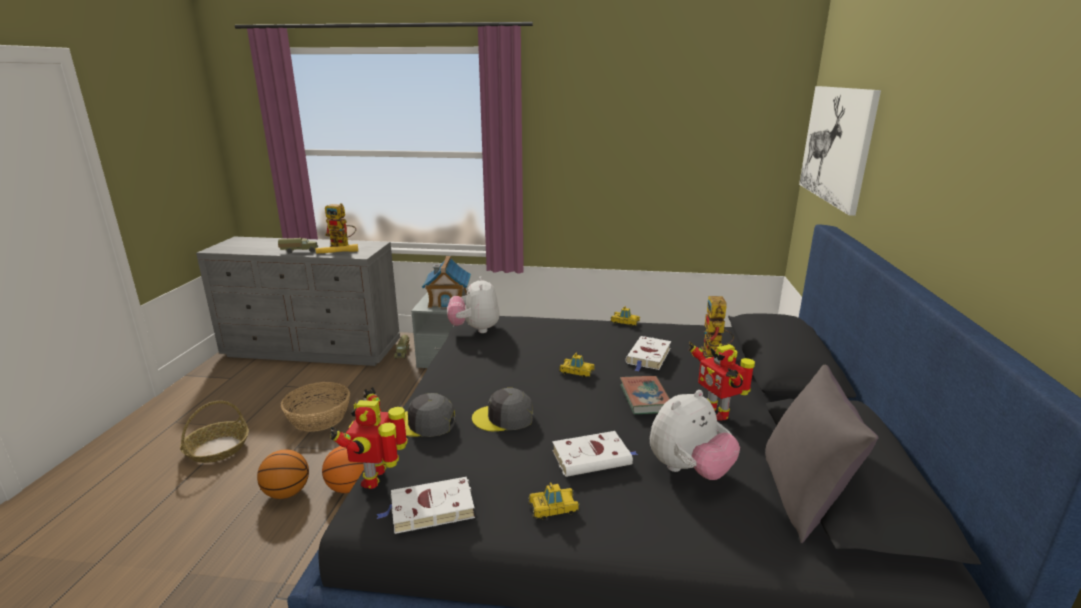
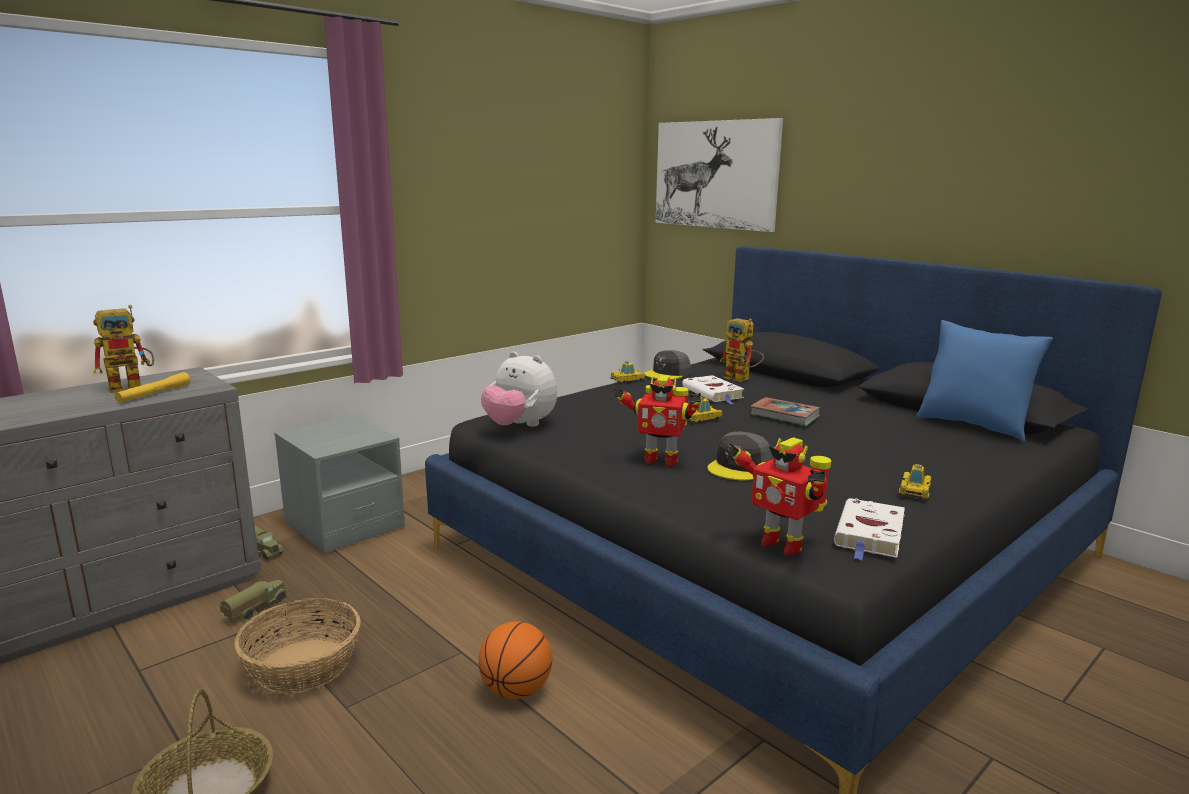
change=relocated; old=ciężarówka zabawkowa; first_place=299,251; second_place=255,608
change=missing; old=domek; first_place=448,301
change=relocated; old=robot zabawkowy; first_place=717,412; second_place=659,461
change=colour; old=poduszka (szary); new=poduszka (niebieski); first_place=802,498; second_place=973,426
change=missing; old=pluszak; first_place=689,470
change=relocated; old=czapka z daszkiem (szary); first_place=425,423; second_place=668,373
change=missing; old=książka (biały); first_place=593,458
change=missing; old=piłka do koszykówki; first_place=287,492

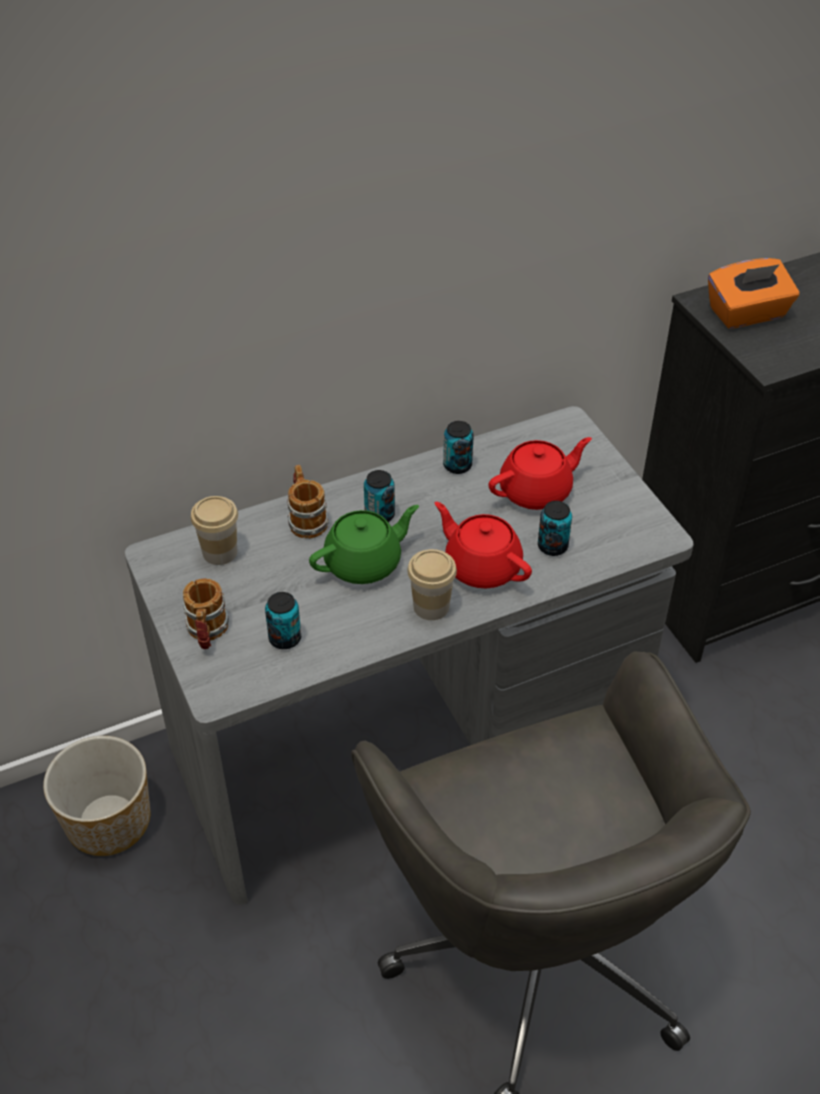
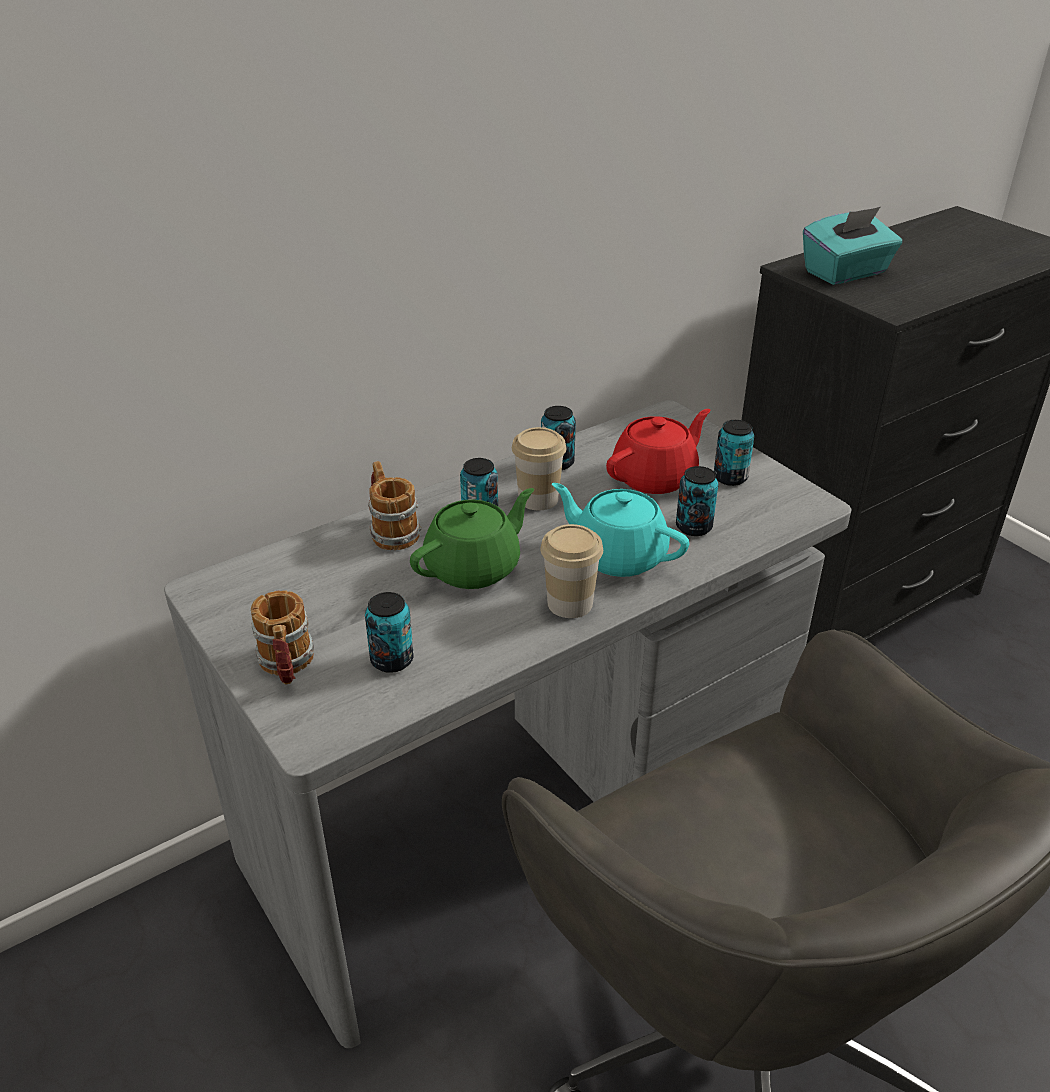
change=colour; old=pudełko chusteczek (pomarańczowy); new=pudełko chusteczek (turkusowy); first_place=747,314; second_place=846,273
change=relocated; old=filiżanka; first_place=220,552; second_place=538,499
change=colour; old=imbryk (czerwony); new=imbryk (turkusowy); first_place=481,566; second_place=617,555
change=missing; old=donica; first_place=108,820
change=appeared; new=puszka; second_place=730,477

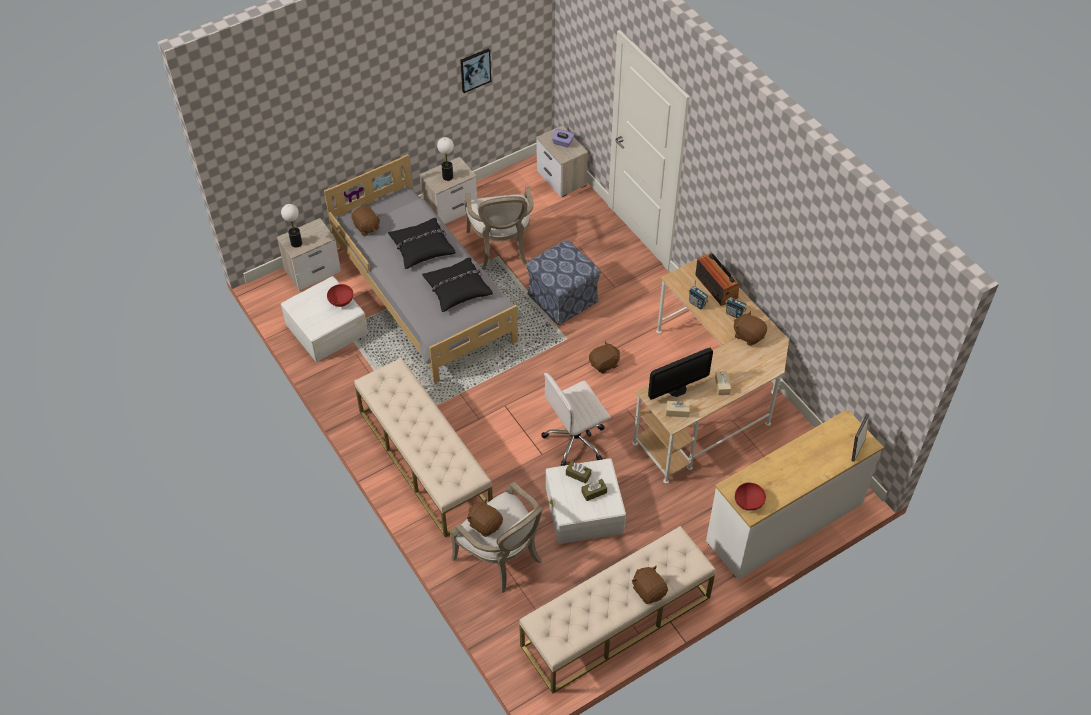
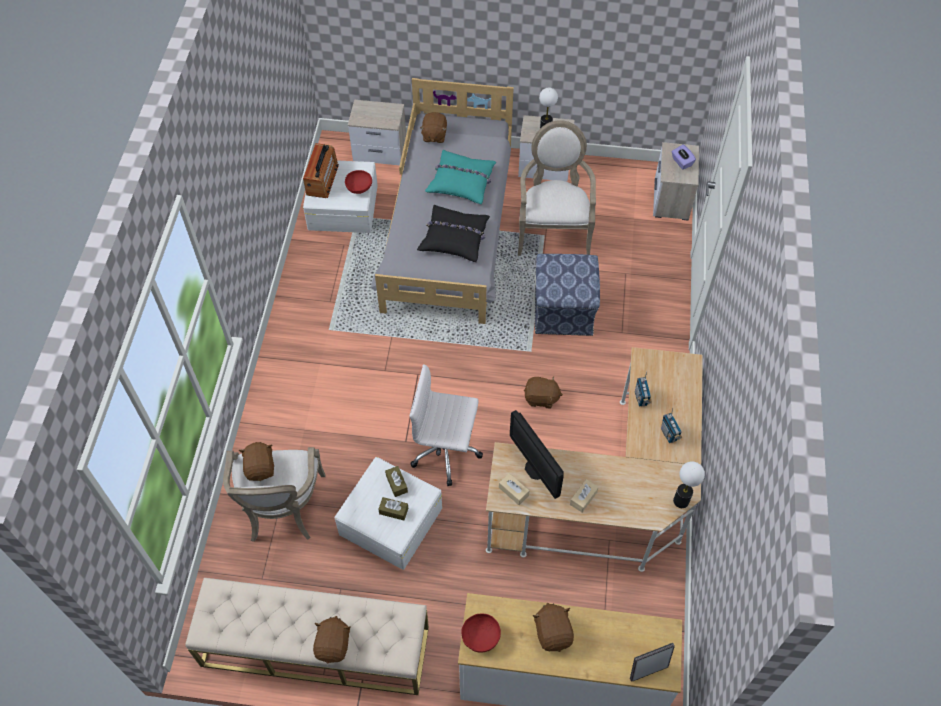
change=missing; old=obraz; first_place=475,70
change=spun; old=fotel; first_place=501,249; second_place=553,230; degrees=150
change=relocated; old=lampa stołowa; first_place=296,243; second_place=680,501
change=colour; old=poduszka (czarny); new=poduszka (turkusowy); first_place=422,247; second_place=461,182
change=relocated; old=radio; first_place=716,286; second_place=322,179
change=relocated; old=pluszak (brązowy); first_place=748,335; second_place=553,632
change=spun; old=monitor; first_place=677,389; second_place=535,469; degrees=45
change=missing; old=ławka (beżowy); first_place=424,460

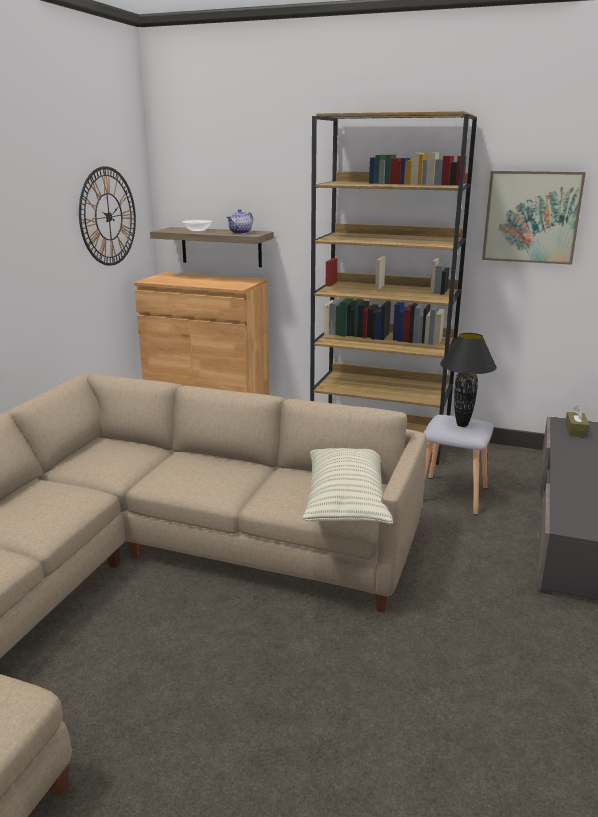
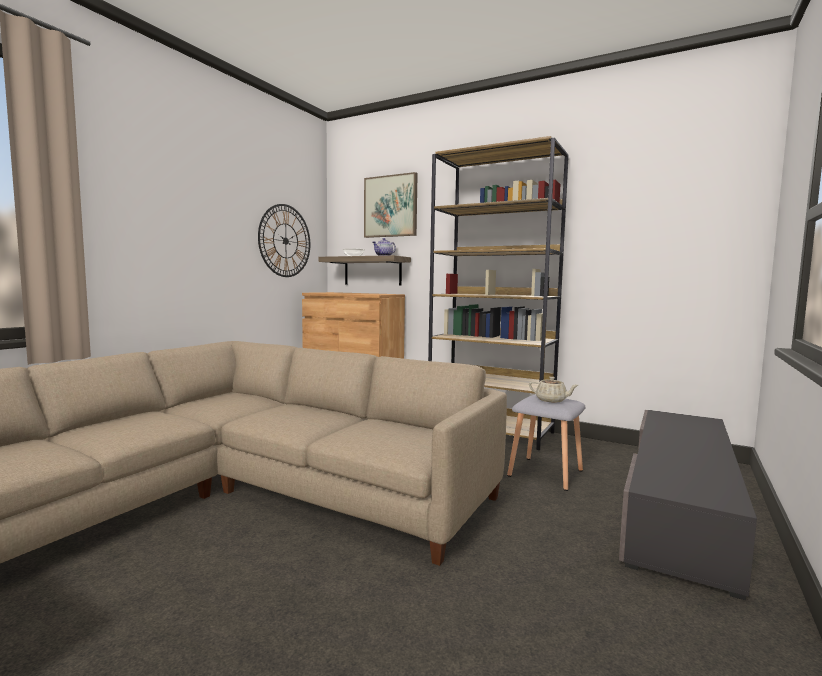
change=relocated; old=obraz; first_place=531,217; second_place=391,206
change=exchanged; old=lampa stołowa (czarny); new=imbryk (beżowy); first_place=461,425; second_place=551,400
change=missing; old=pudełko chusteczek (brązowy); first_place=575,430
change=missing; old=poduszka; first_place=346,501

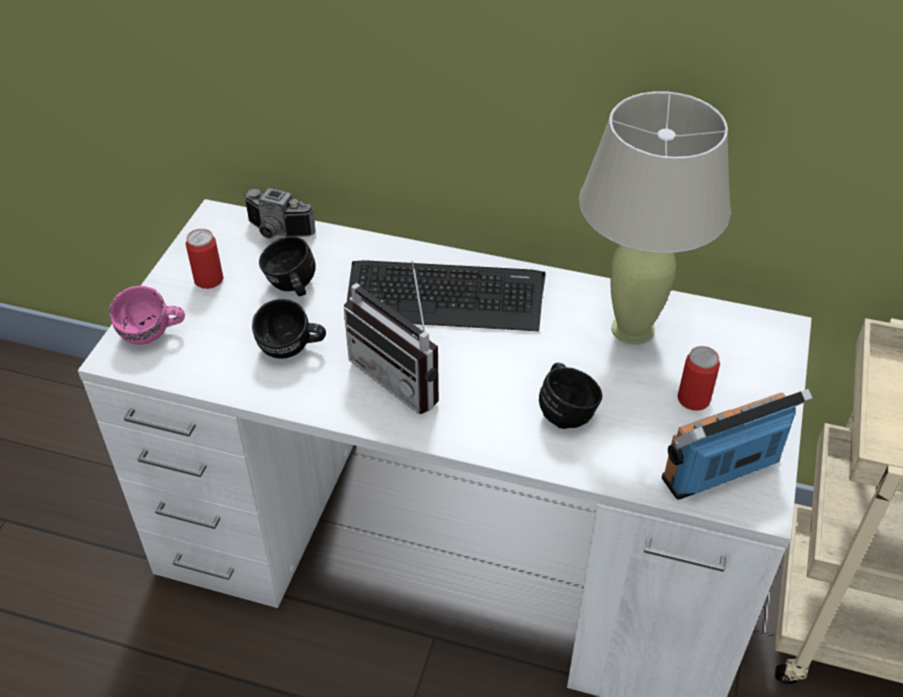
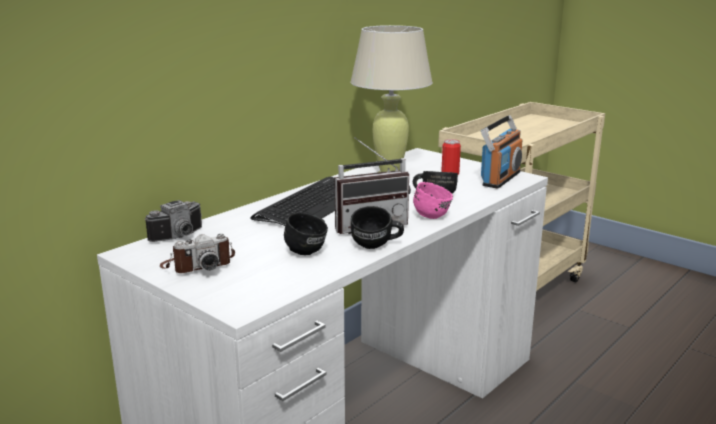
change=exchanged; old=puszka; new=aparat fotograficzny; first_place=209,280; second_place=198,265
change=relocated; old=kubek (czarny); first_place=291,288; second_place=376,246
change=relocated; old=kubek (różowy); first_place=153,336; second_place=434,214
change=spun; old=radio; first_place=722,471; second_place=500,178; degrees=-150

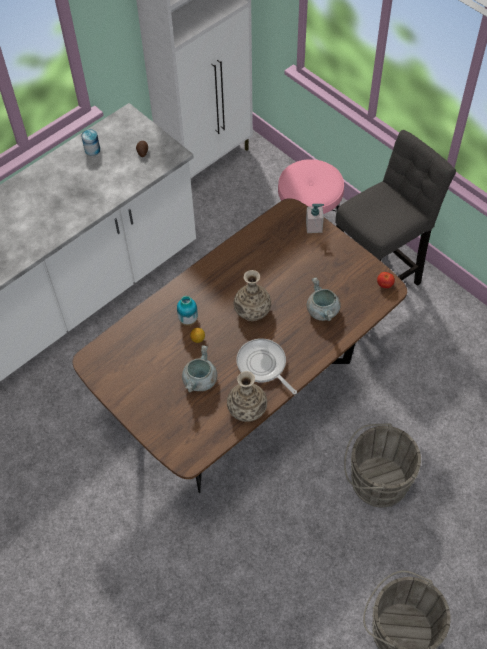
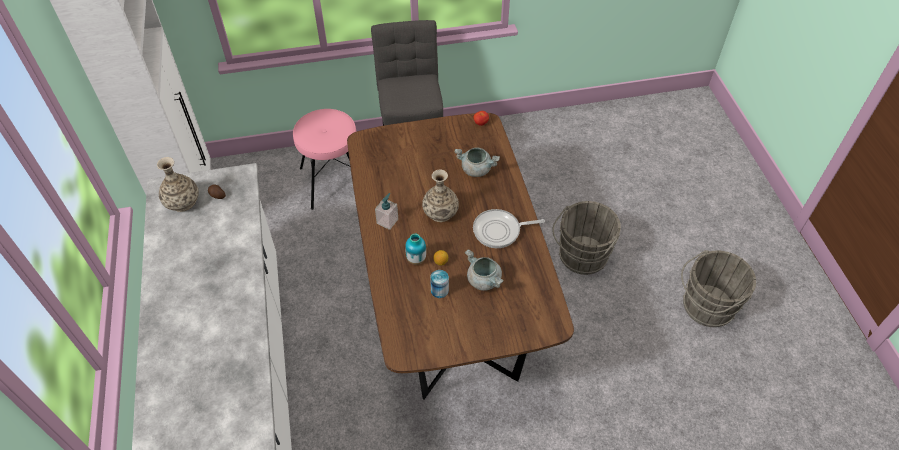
change=relocated; old=puszka; first_place=92,150; second_place=439,290
change=relocated; old=dozownik mydła; first_place=314,227; second_place=387,221
change=relocated; old=wazon; first_place=247,409; second_place=182,201

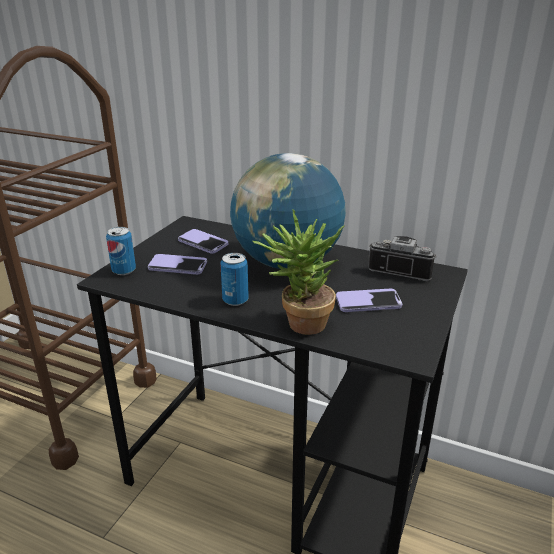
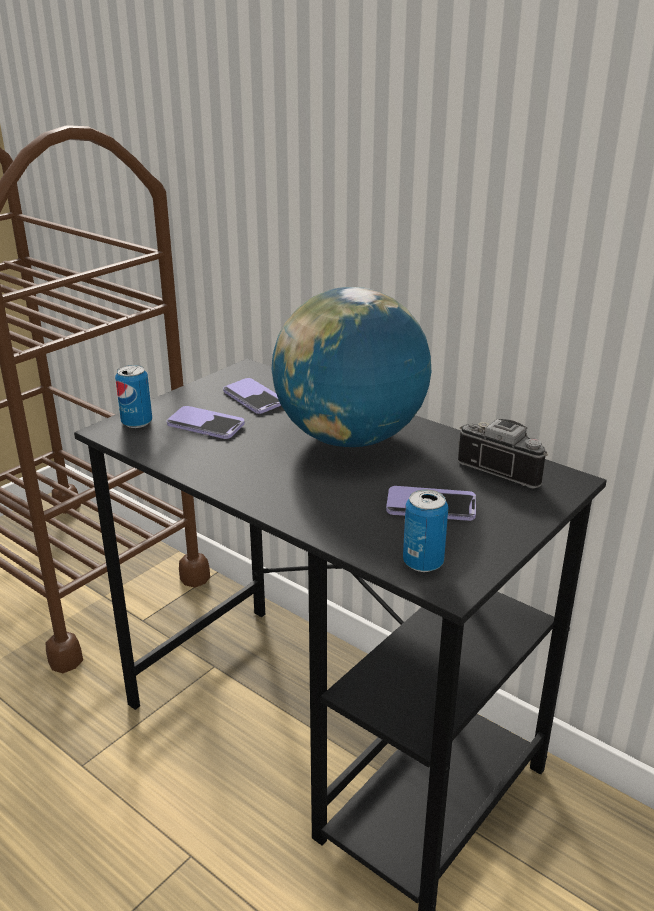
change=missing; old=roślina doniczkowa; first_place=299,324
change=relocated; old=puszka; first_place=235,300; second_place=423,562

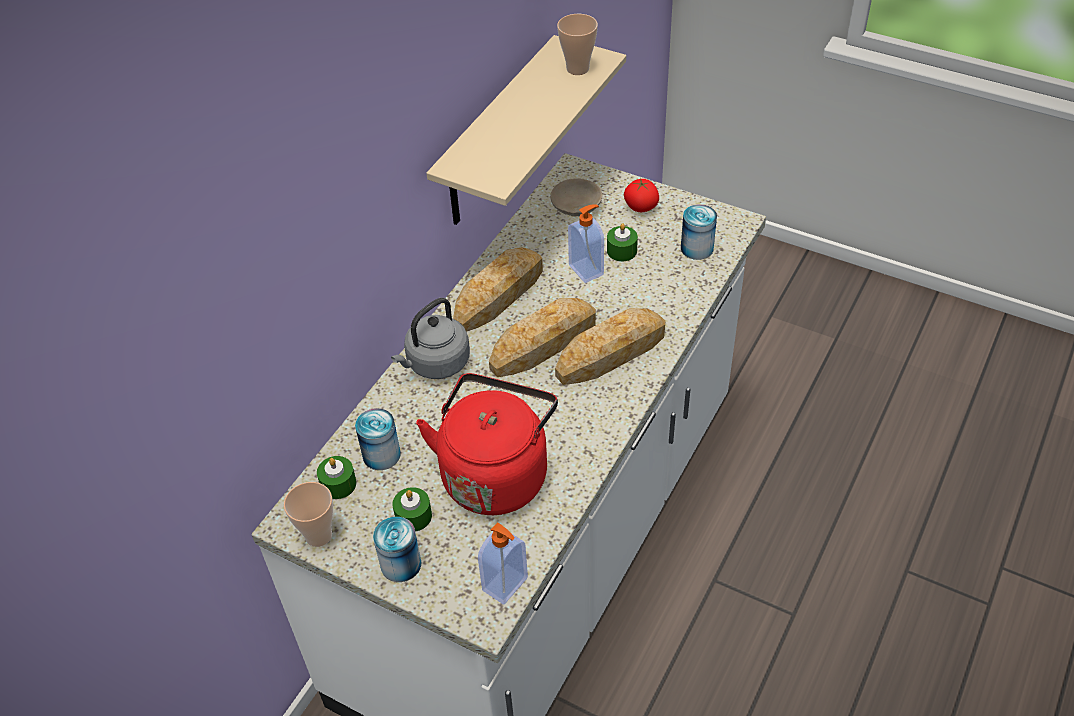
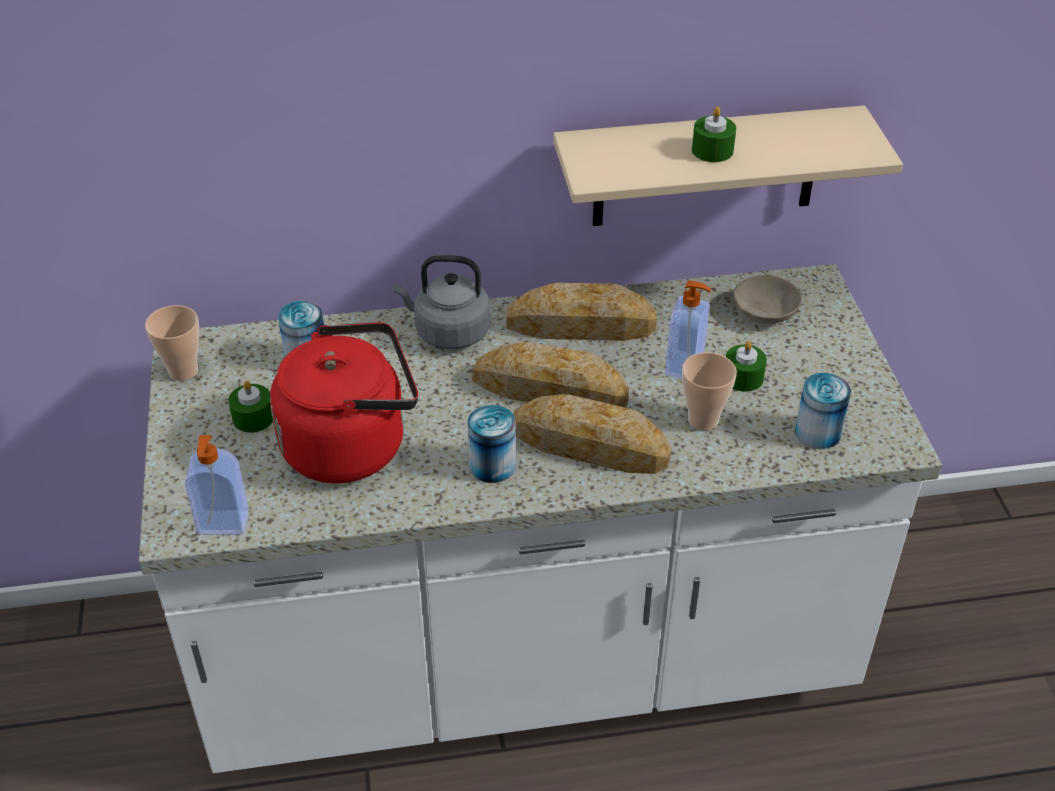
change=relocated; old=filiżanka; first_place=577,69; second_place=703,420
change=missing; old=pomidor; first_place=641,207
change=relocated; old=świeca (zielony); first_place=338,484; second_place=712,150
change=relocated; old=puszka; first_place=401,564; second_place=492,466

